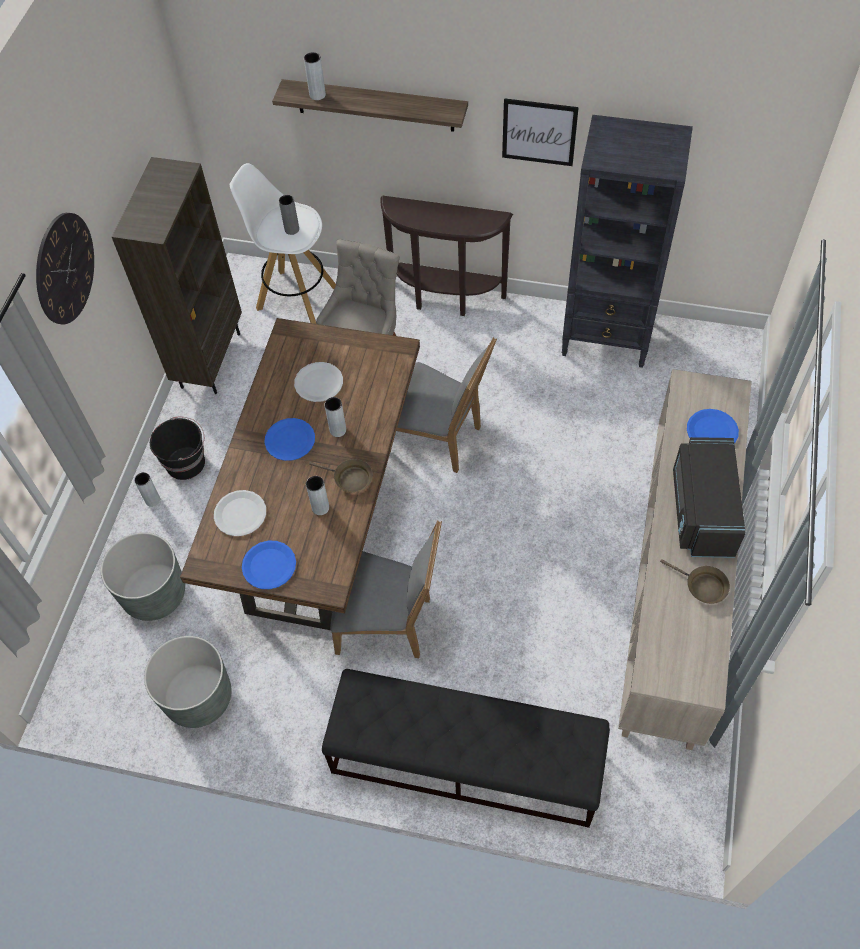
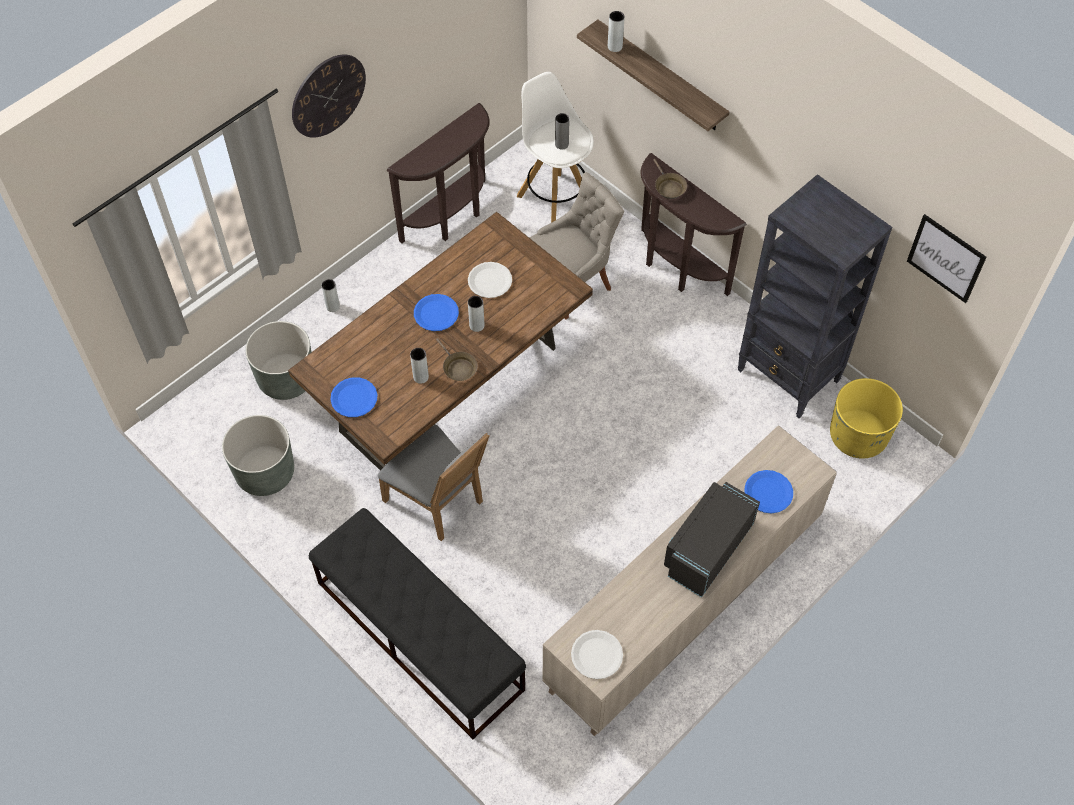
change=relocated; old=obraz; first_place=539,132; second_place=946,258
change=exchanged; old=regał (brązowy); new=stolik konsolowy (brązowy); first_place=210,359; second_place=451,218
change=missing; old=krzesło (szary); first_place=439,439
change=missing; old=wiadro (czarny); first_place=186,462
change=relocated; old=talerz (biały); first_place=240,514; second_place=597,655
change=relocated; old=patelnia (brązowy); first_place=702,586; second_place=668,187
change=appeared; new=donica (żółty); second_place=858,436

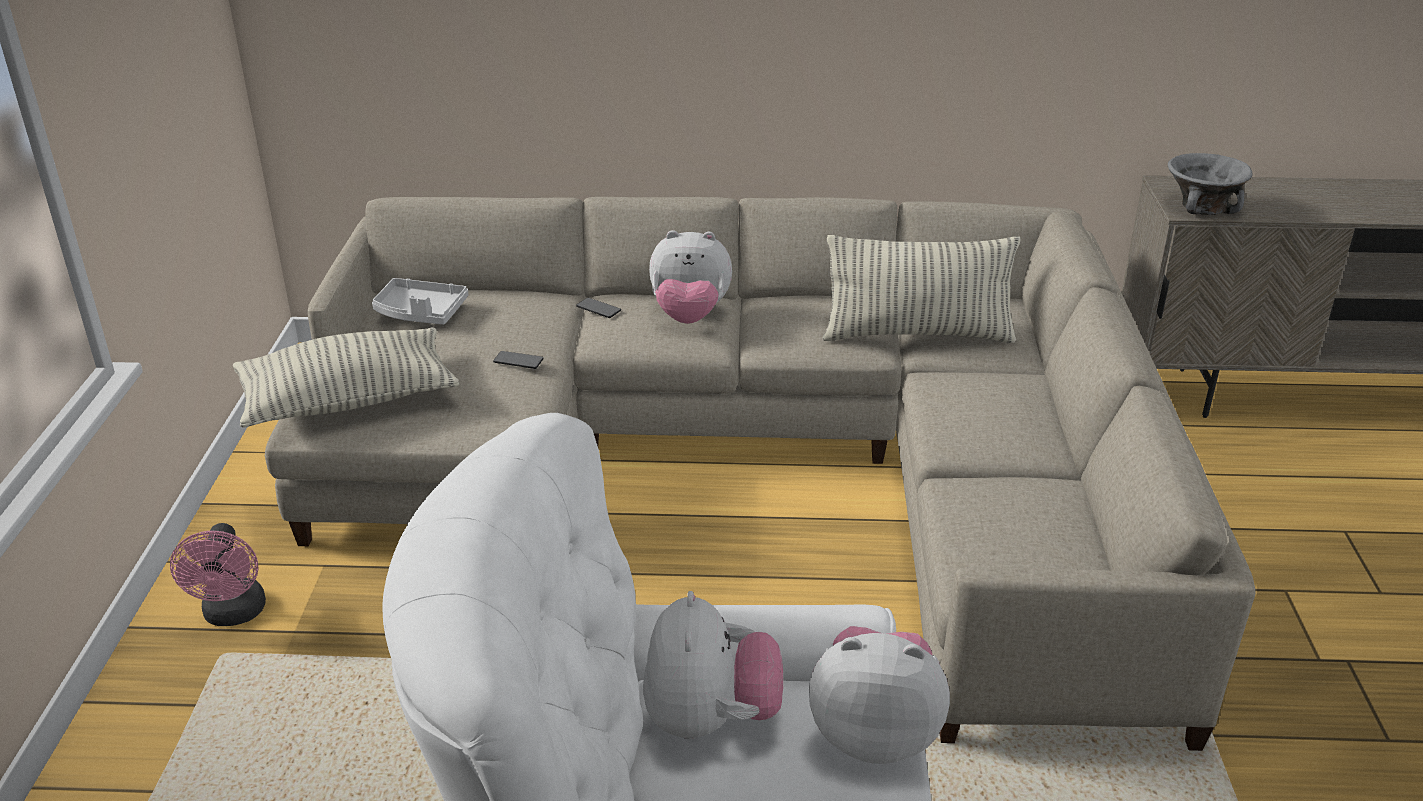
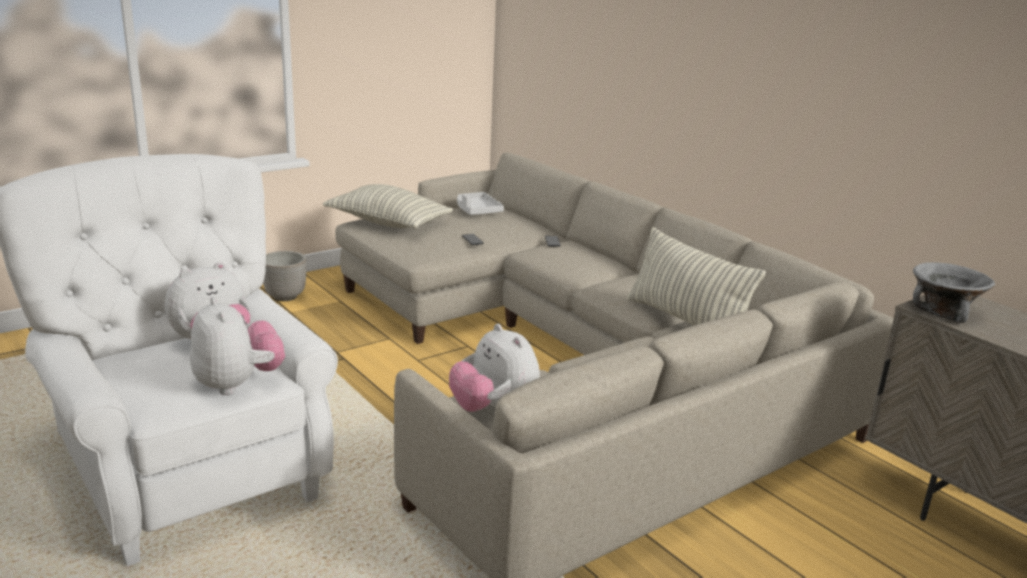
change=relocated; old=pluszak; first_place=689,316; second_place=494,410
change=exchanged; old=wentylator (różowy); new=donica; first_place=233,615; second_place=286,297

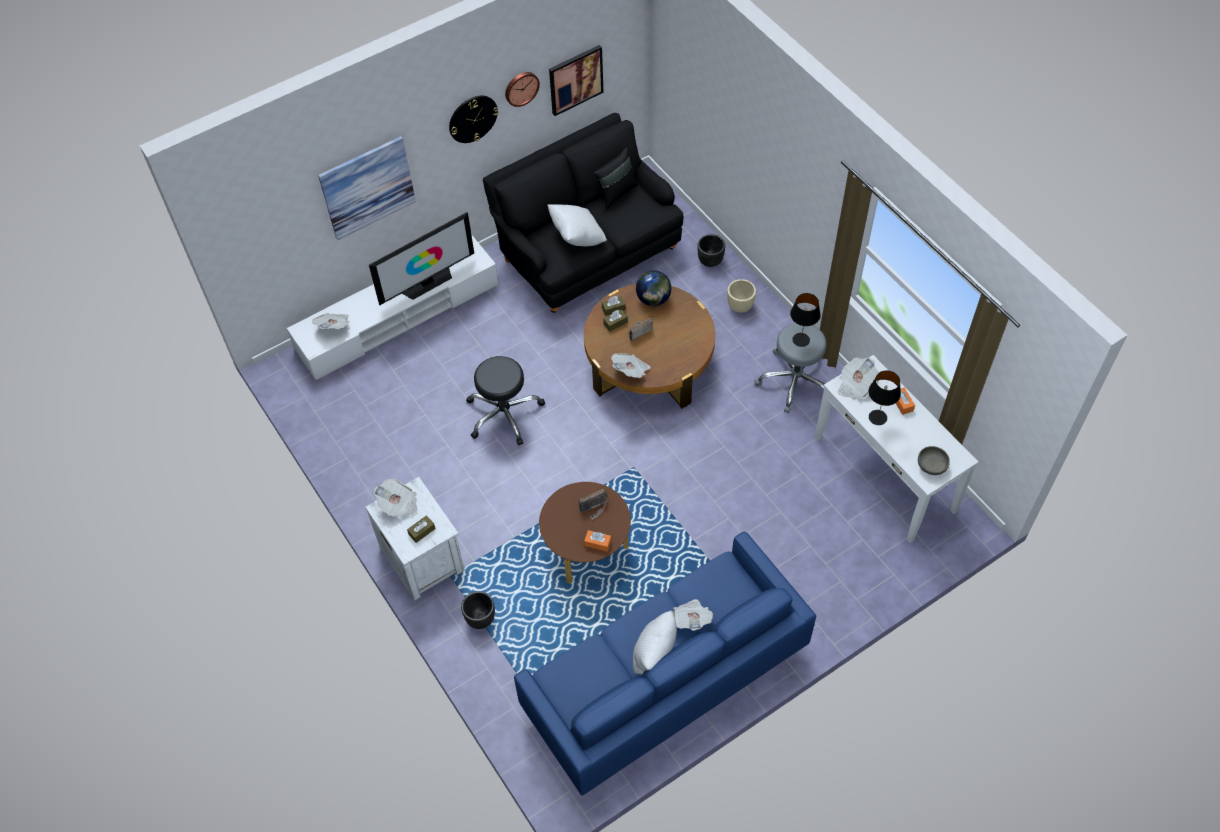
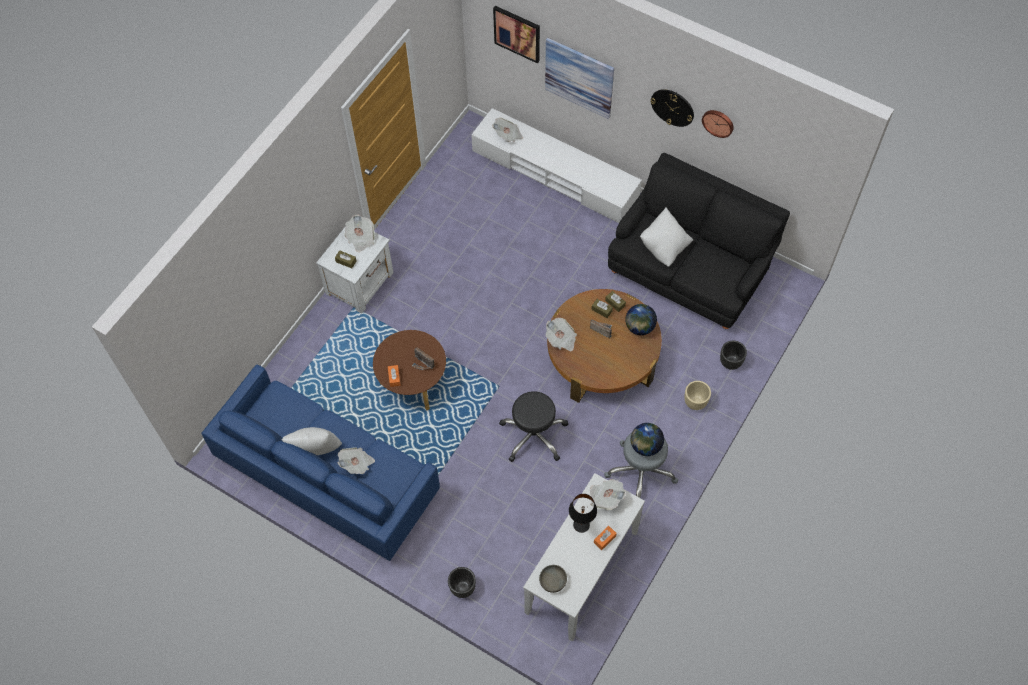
change=relocated; old=obraz; first_place=575,79; second_place=517,33
change=missing; old=poduszka (czarny); first_place=616,193
change=missing; old=telewizor; first_place=427,282
change=exchanged; old=lampa stołowa (czarny); new=globus; first_place=801,340; second_place=645,446
change=relocated; old=stołek (czarny); first_place=503,413; second_place=533,434
change=relocated; old=donica (czarny); first_place=480,618; second_place=462,587

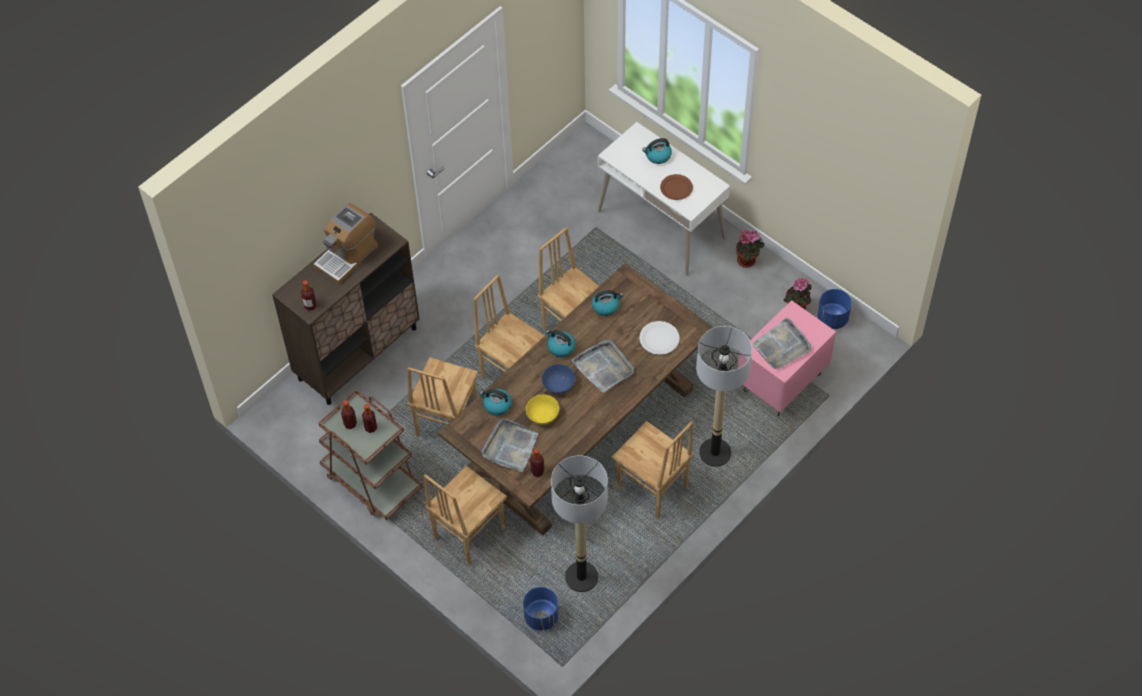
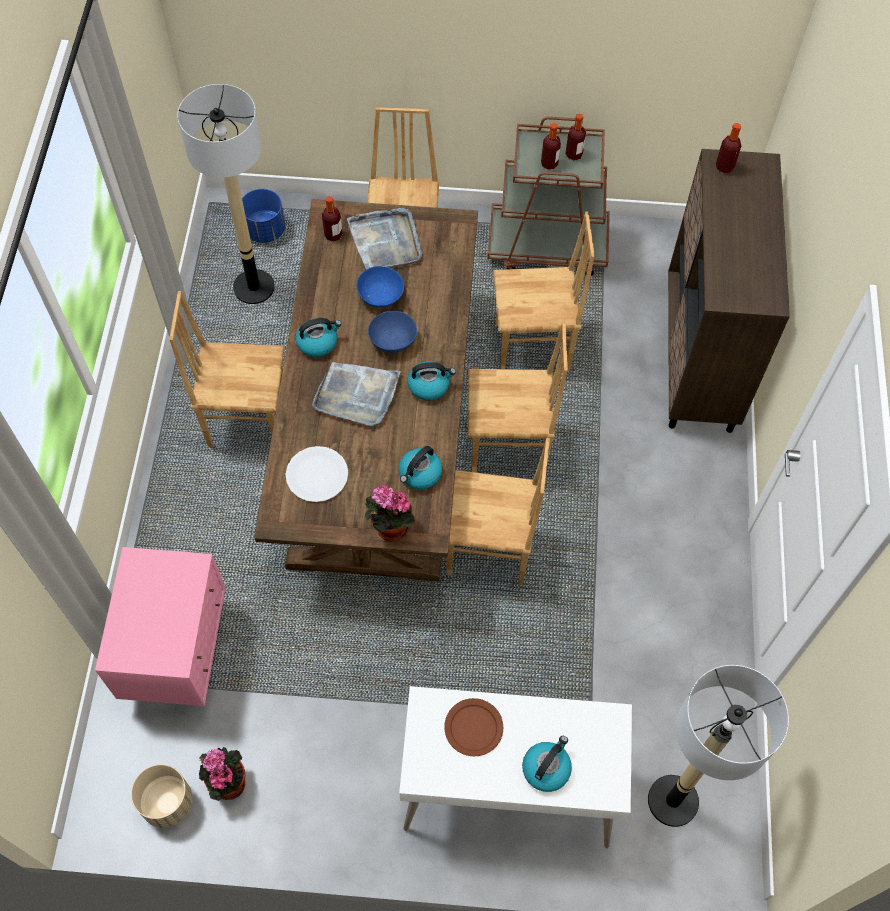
change=missing; old=ekspres do kawy; first_place=347,256
change=relocated; old=roślina doniczkowa; first_place=748,261; second_place=389,528
change=colour; old=donica (niebieski); new=donica (beżowy); first_place=832,318; second_place=168,803
change=missing; old=taca (szary); first_place=782,346
change=relocated; old=lampa stojąca; first_place=715,453; second_place=673,801
change=spun; old=krzesło (brązowy); first_place=445,421; second_place=533,348; degrees=105
change=relocated; old=czajnik; first_place=497,405; second_place=318,342
change=colour; old=miska (żółty); new=miska (niebieski); first_place=542,415; second_place=380,295

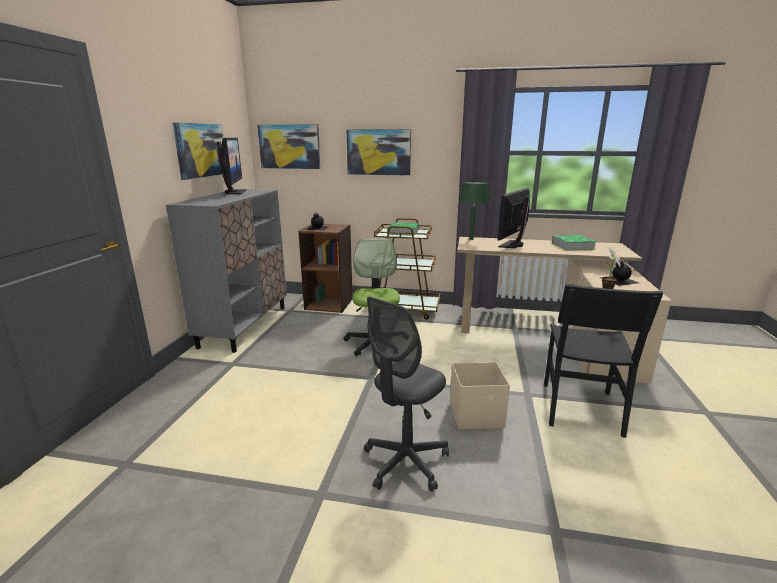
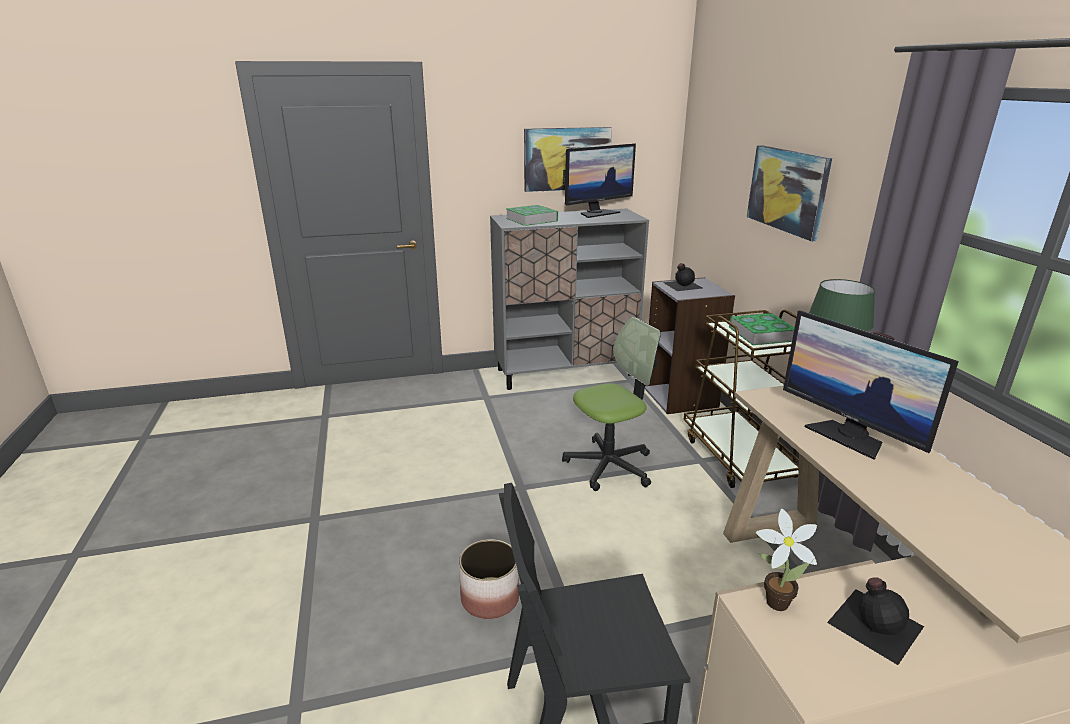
change=missing; old=obraz; first_place=289,146
change=spun; old=monitor; first_place=513,245; second_place=848,436; degrees=-135
change=colour; old=regał (brązowy); new=regał (szary); first_place=329,304; second_place=681,397
change=relocated; old=książka; first_place=572,246; second_place=531,219
change=missing; old=krzesło biurowe (szary); first_place=405,462
change=exchanged; old=pojemnik do przechowywania (beżowy); new=donica; first_place=477,416; second_place=490,598

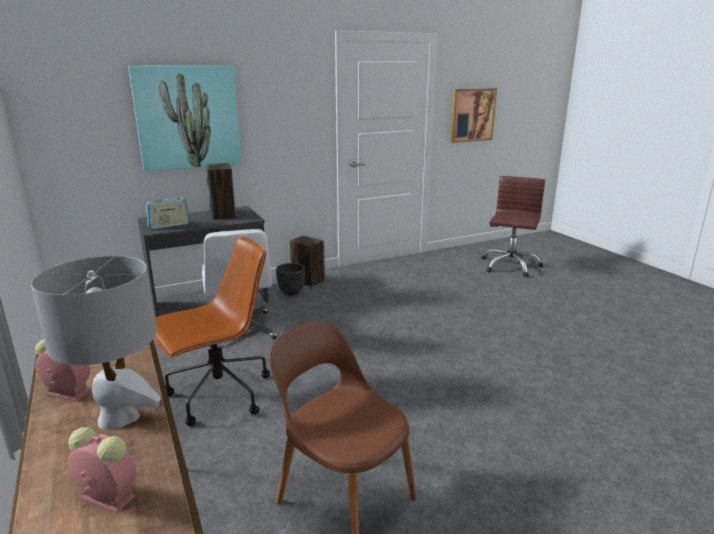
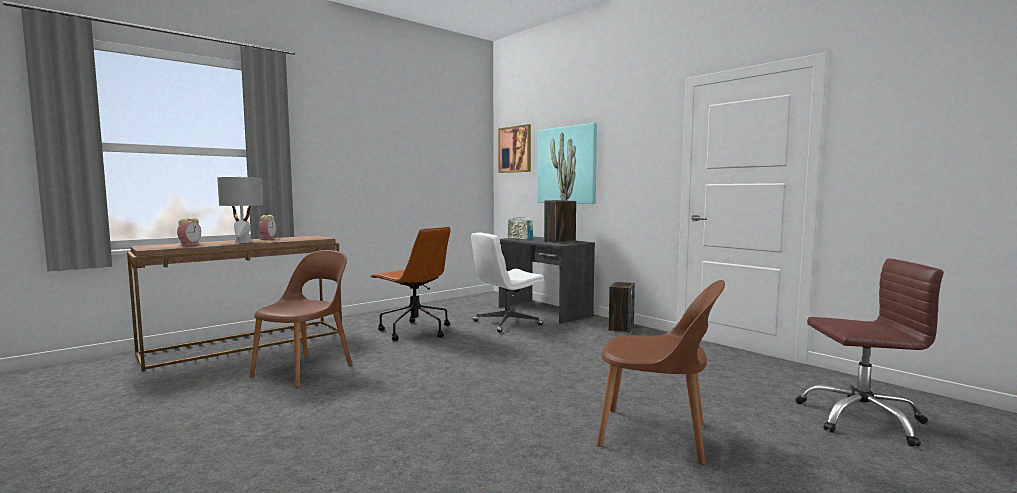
change=relocated; old=obraz; first_place=472,115; second_place=515,149
change=missing; old=donica (czarny); first_place=291,292
change=appeared; new=krzesło (brązowy); second_place=657,435

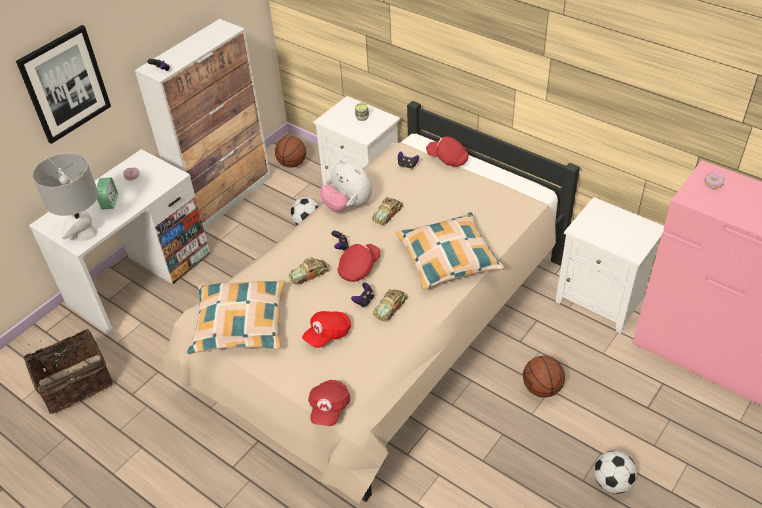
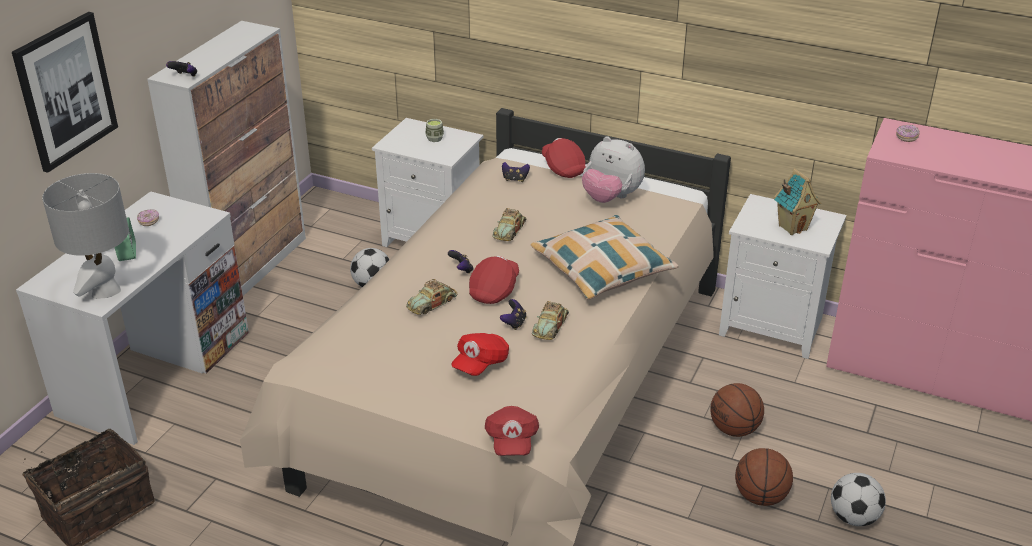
change=relocated; old=piłka do koszykówki; first_place=292,164; second_place=760,497
change=spun; old=czapka z daszkiem (czerwony); first_place=448,159; second_place=563,168; degrees=45
change=relocated; old=pluszak; first_place=348,205; second_place=611,198
change=missing; old=poduszka; first_place=240,324
change=appeared; new=domek; second_place=792,227

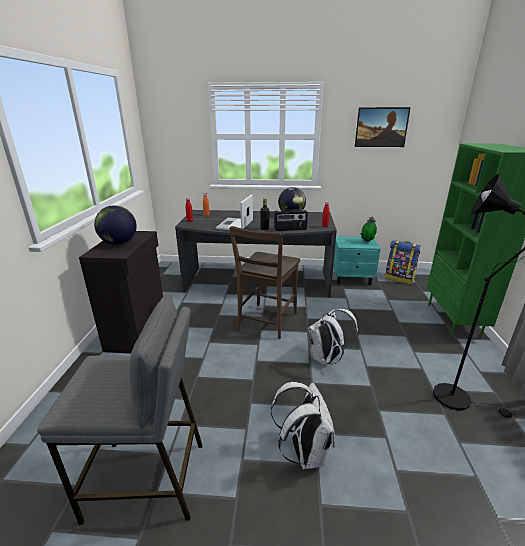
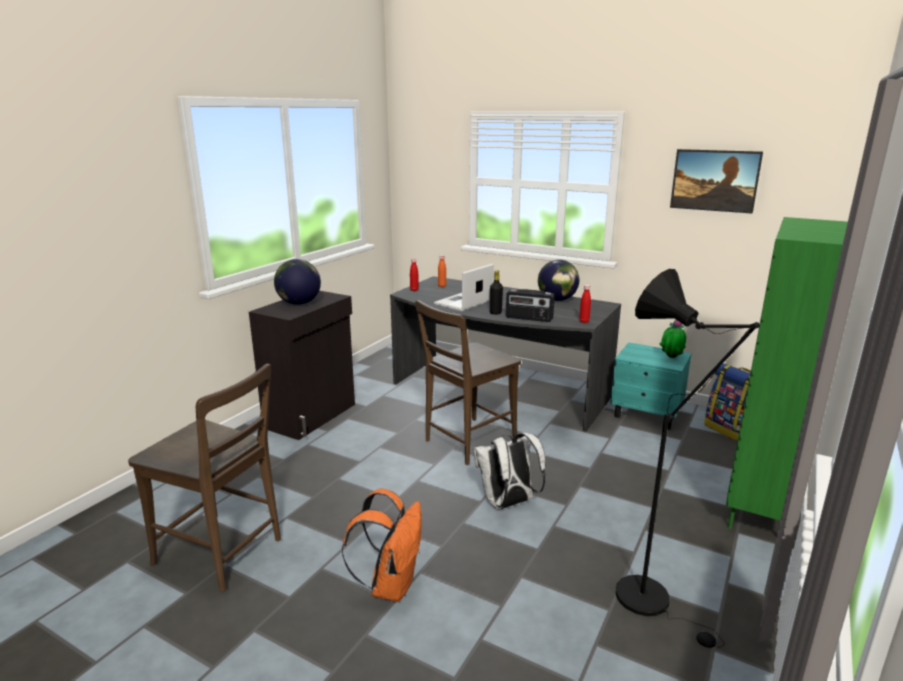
change=exchanged; old=stołek (szary); new=krzesło (brązowy); first_place=147,480; second_place=223,553
change=colour; old=plecak (biały); new=plecak (pomarańczowy); first_place=304,452; second_place=391,585

